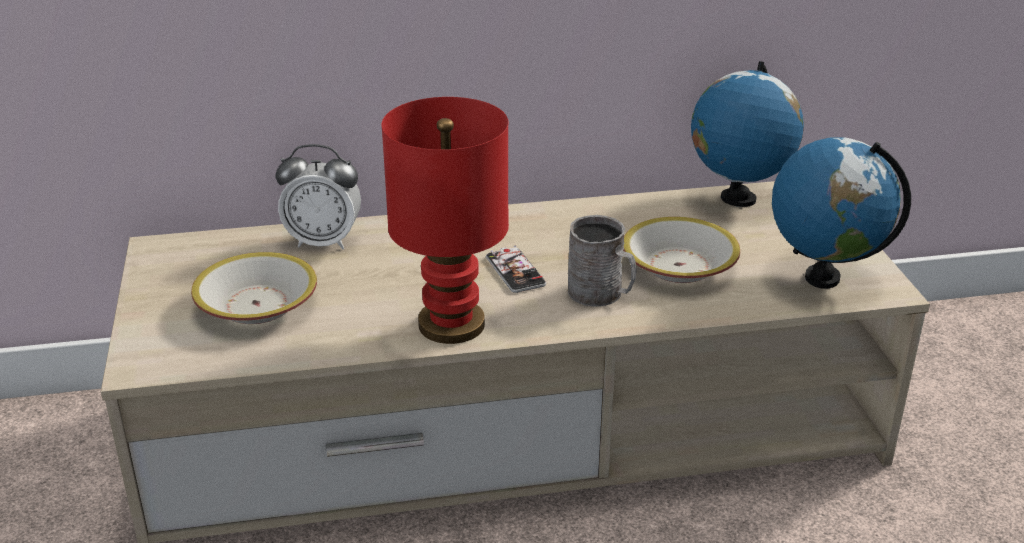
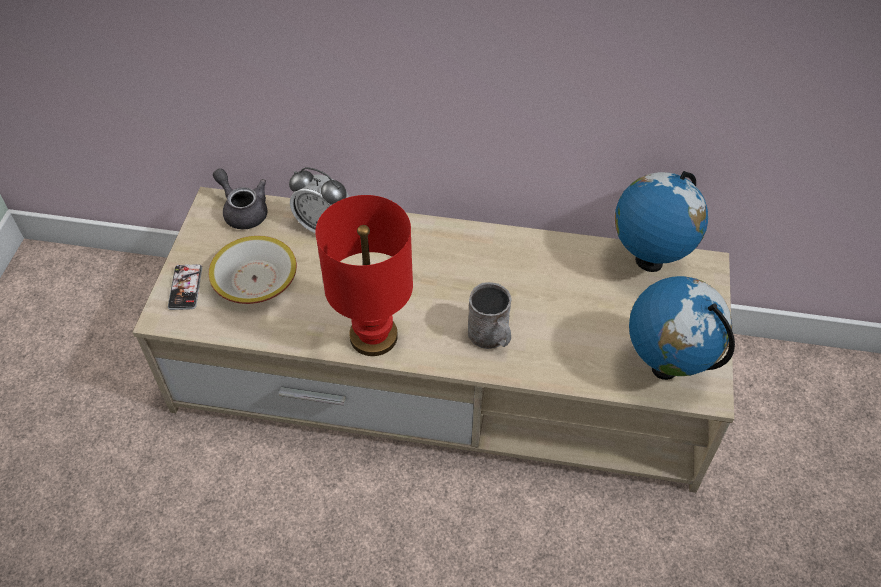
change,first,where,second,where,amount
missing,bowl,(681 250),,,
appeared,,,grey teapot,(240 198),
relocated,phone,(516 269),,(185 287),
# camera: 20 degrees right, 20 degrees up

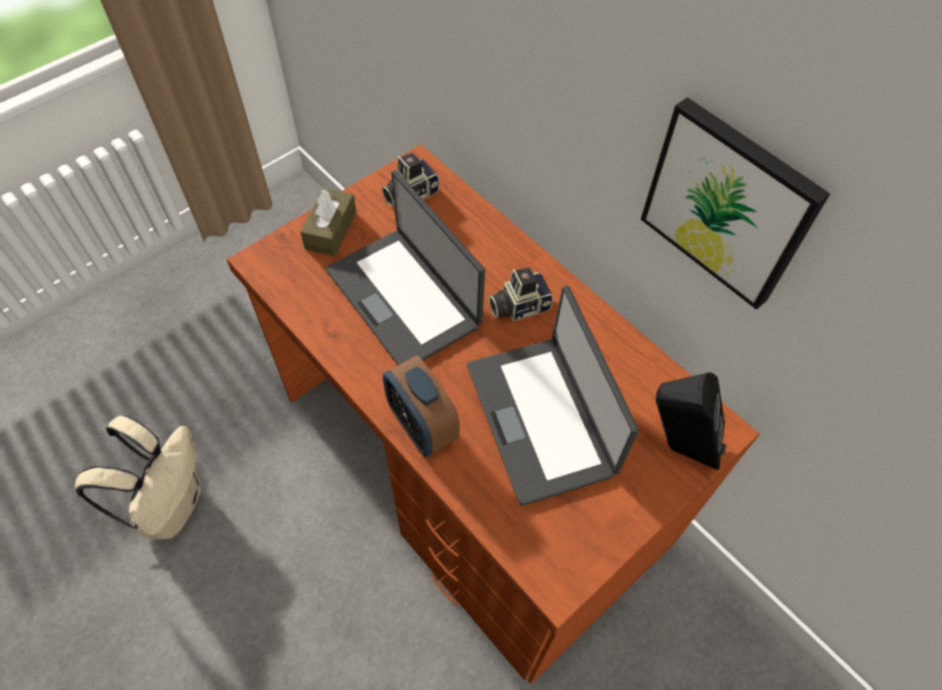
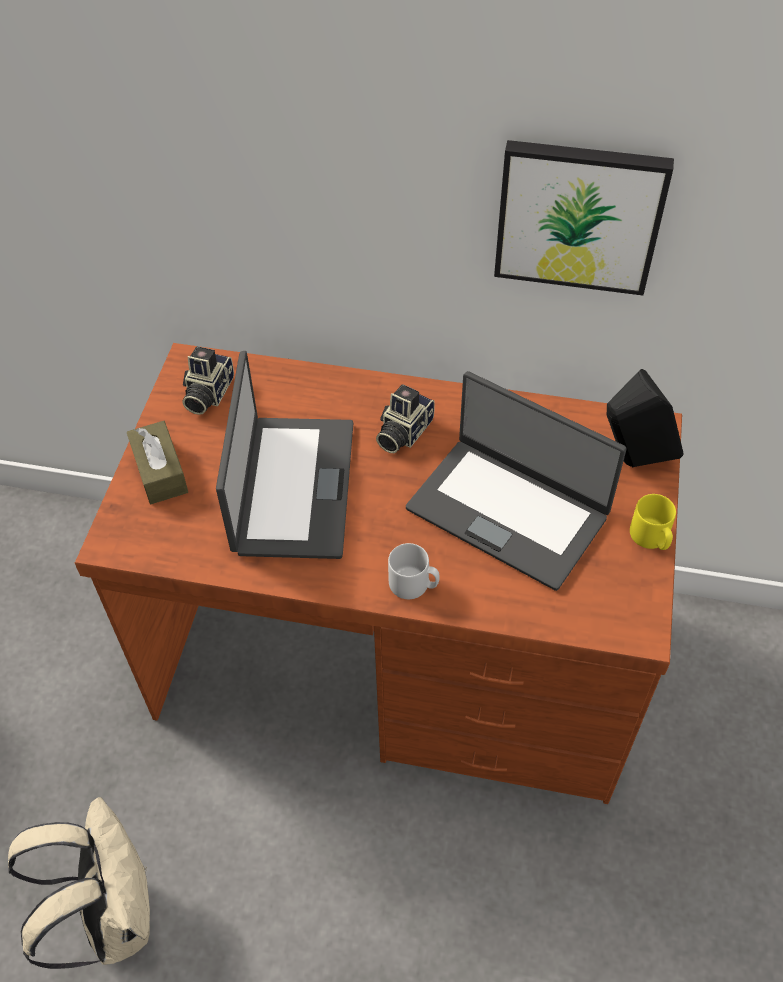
change,first,where,second,where,amount
appeared,,,yellow mug,(653 522),
exchanged,alarm clock,(421 406),grey mug,(414 571),
spun,laptop,(405 267),,(284 455),105 degrees counterclockwise
# camera: 35 degrees left, 5 degrees down

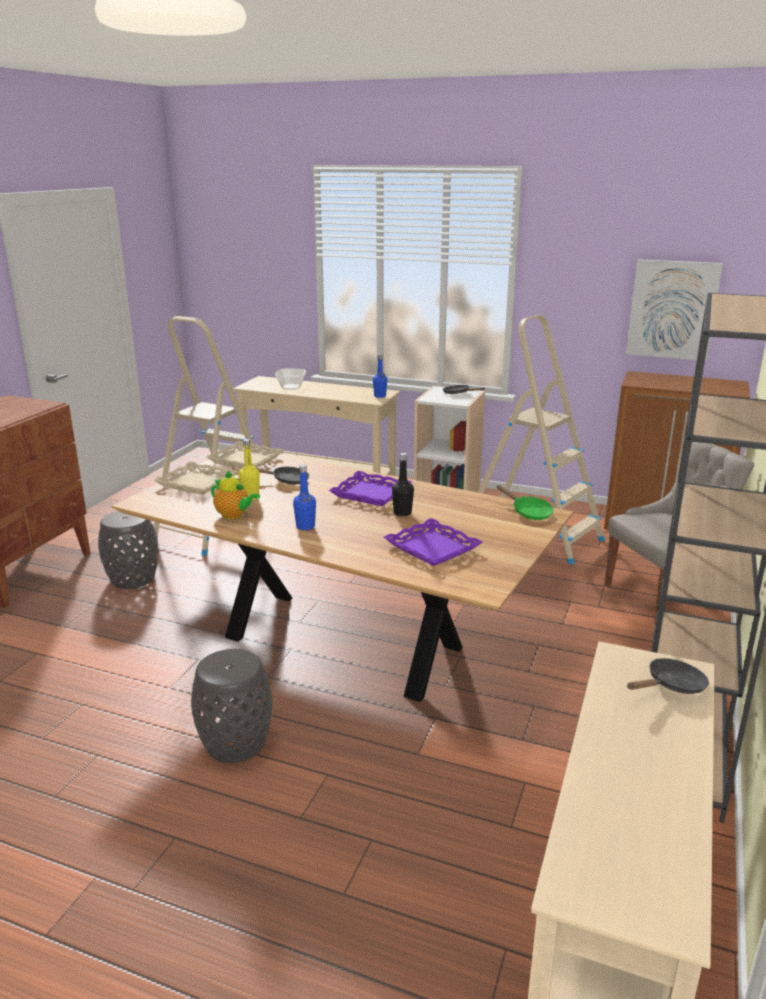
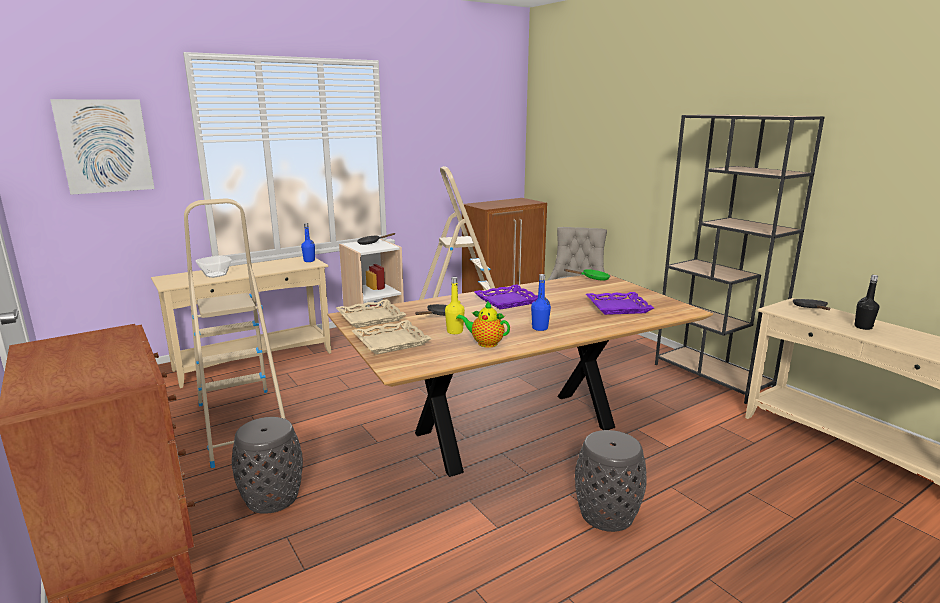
change,first,where,second,where,amount
relocated,black bottle,(403 484),,(867 302),
relocated,picture,(674 310),,(102 147),
spun,teapot,(235 495),,(483 324),135 degrees counterclockwise
# camera: 55 degrees left, 5 degrees down

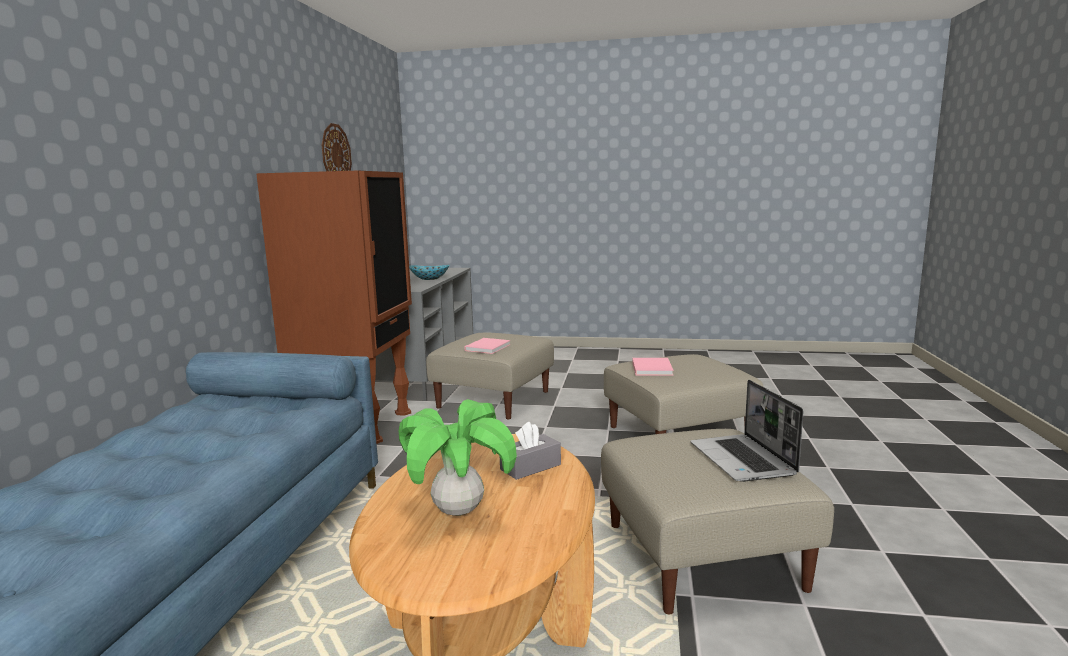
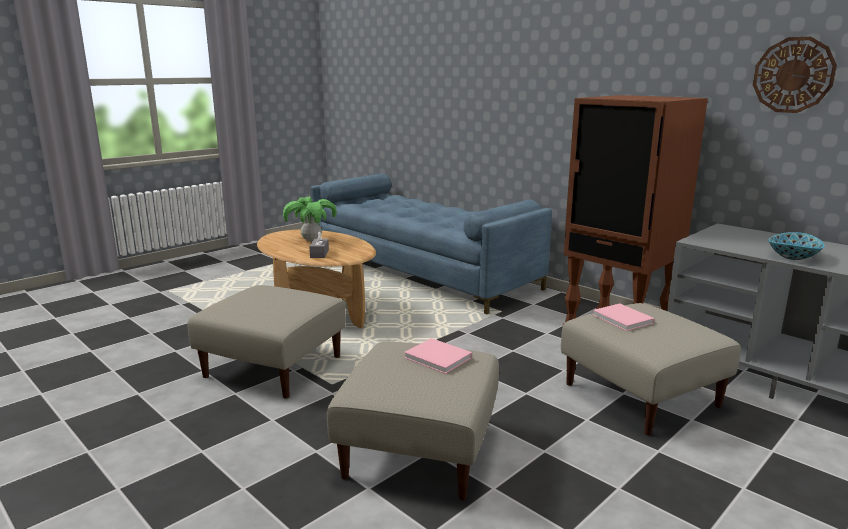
change,first,where,second,where,amount
missing,laptop,(746 431),,,
# camera: 125 degrees right, 5 degrees up

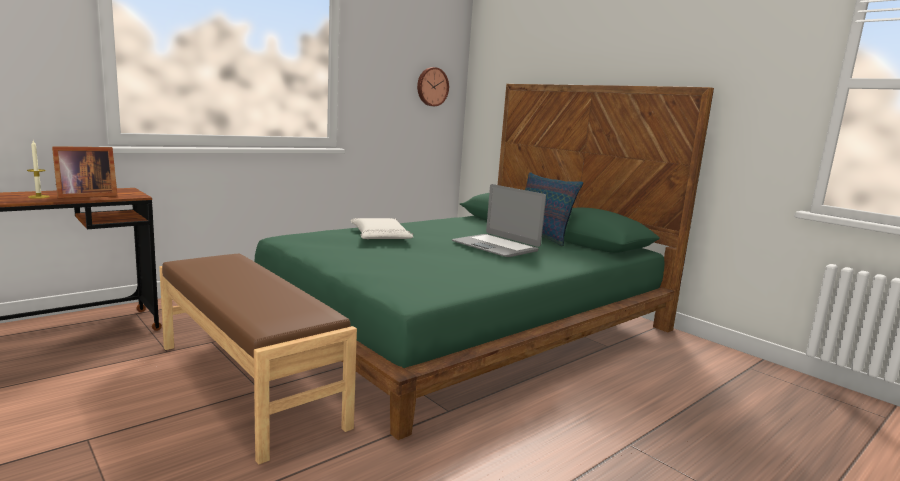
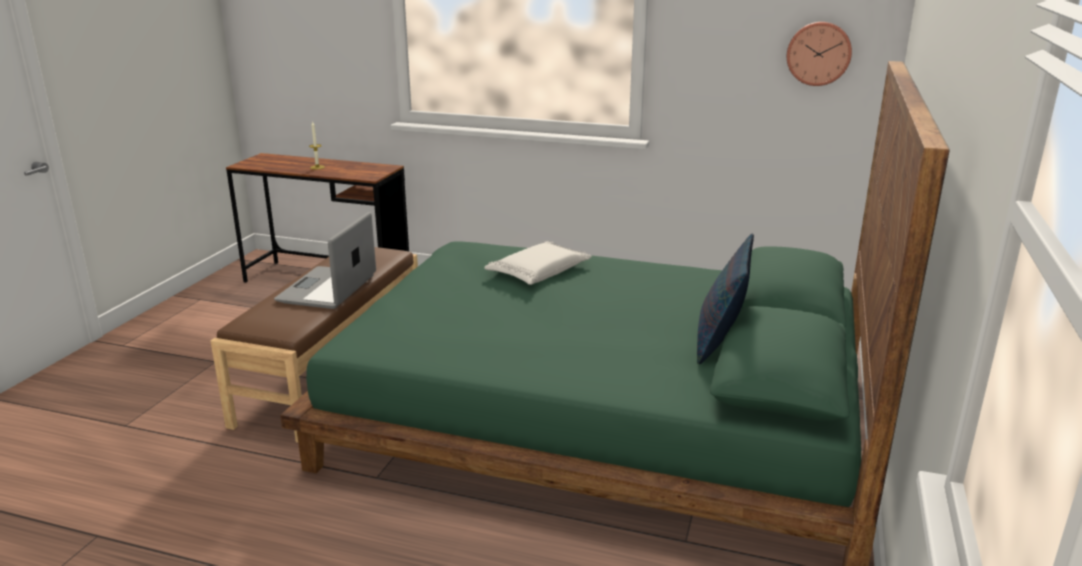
change,first,where,second,where,amount
missing,picture frame,(85 172),,,
relocated,laptop,(499 220),,(325 260),
# camera: 60 degrees right, 10 degrees up

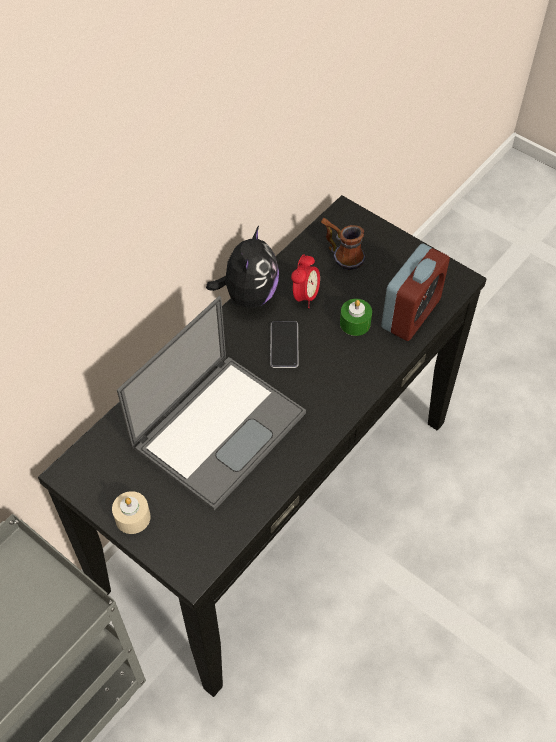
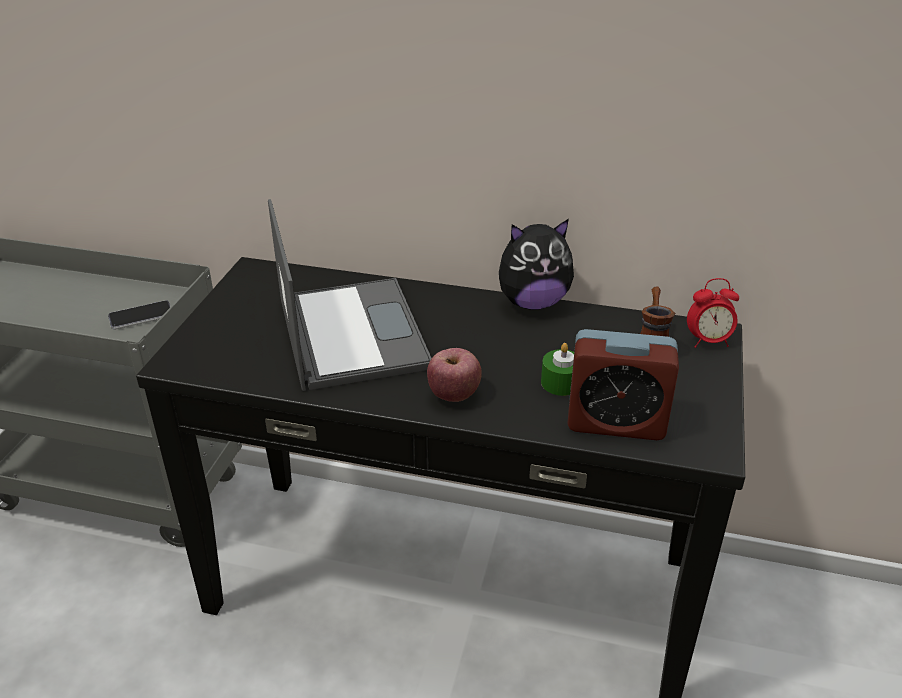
change,first,where,second,where,amount
missing,beige candle,(131 512),,,
appeared,,,apple,(454 375),
relocated,phone,(284 344),,(139 315),
relocated,alarm clock,(305 281),,(713 313),
spun,laptop,(211 403),,(349 295),120 degrees counterclockwise
# camera: 65 degrees right, 20 degrees down

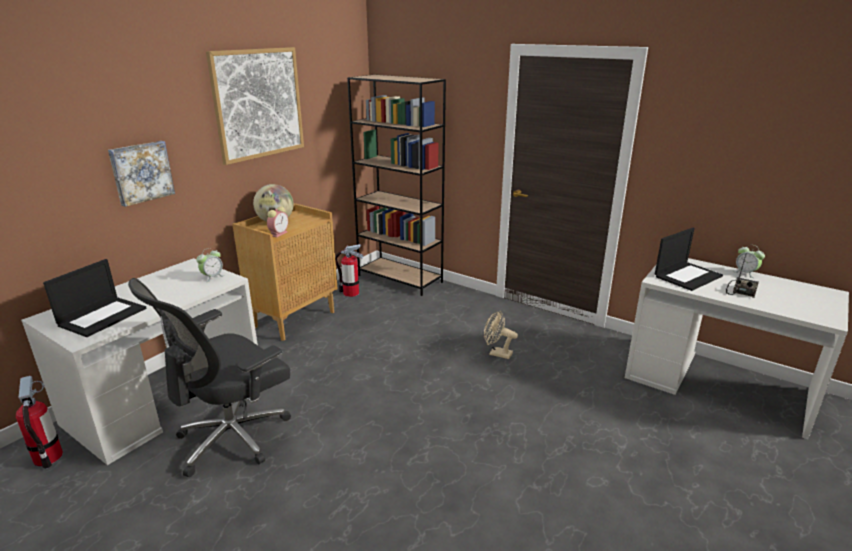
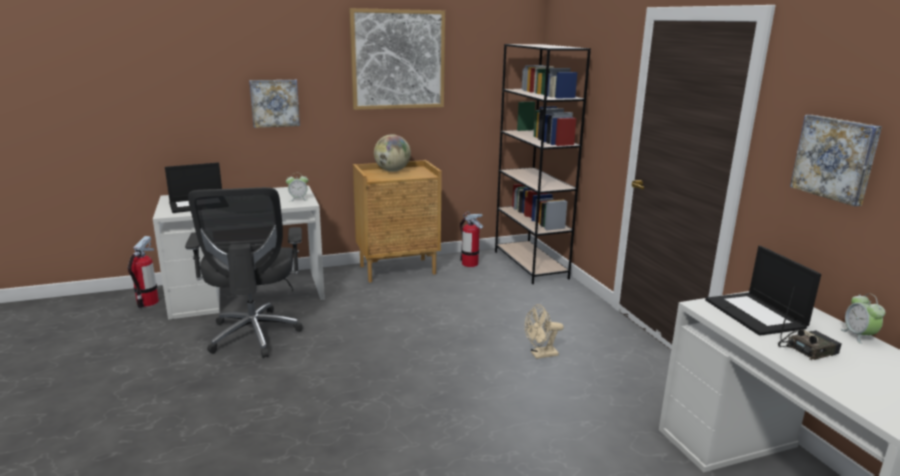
change,first,where,second,where,amount
missing,alarm clock,(277 221),,,
appeared,,,picture,(836 160),
spun,office chair,(209 377),,(243 272),90 degrees counterclockwise
spun,beige fan,(501 335),,(544 331),75 degrees counterclockwise
spun,laptop,(689 259),,(763 291),75 degrees clockwise
# camera: 35 degrees right, 5 degrees down

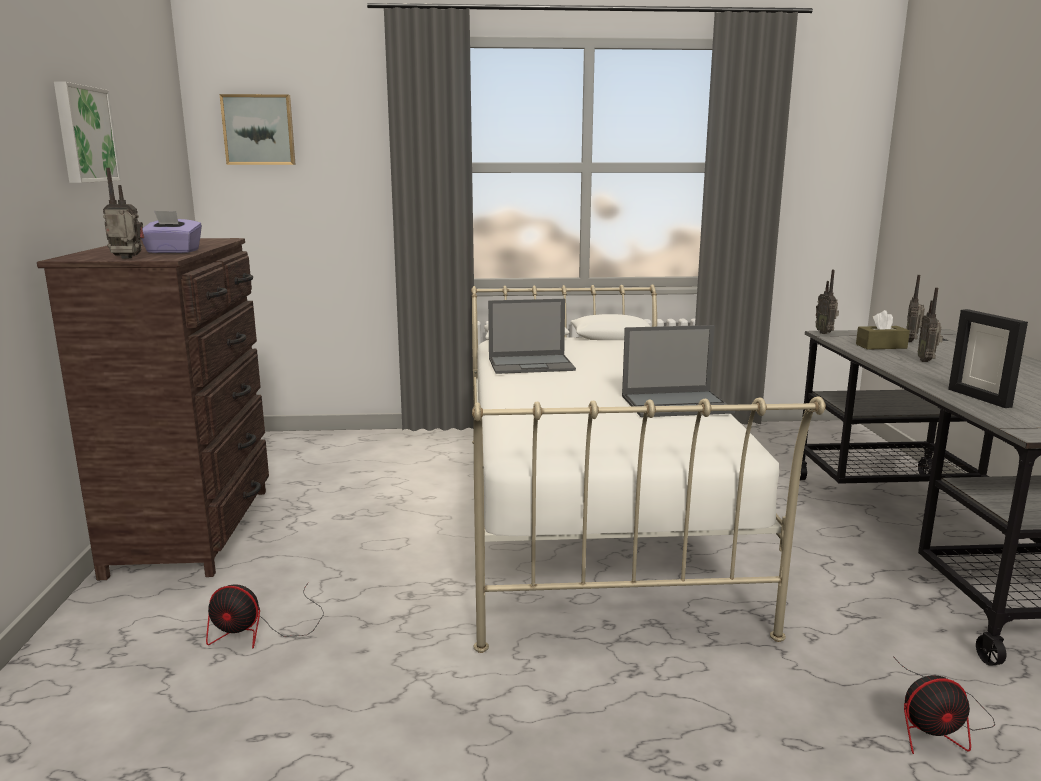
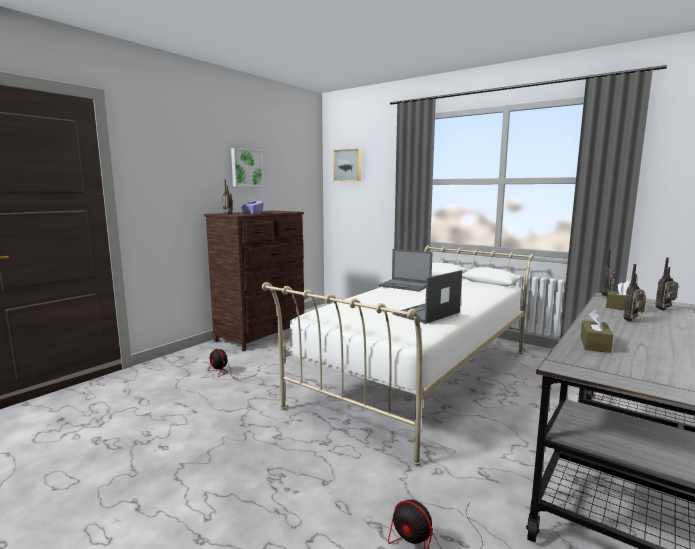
change,first,where,second,where,amount
exchanged,picture frame,(988 358),brown tissue box,(596 331),
spun,laptop,(678 371),,(427 297),105 degrees clockwise
# camera: 40 degrees right, 5 degrees down

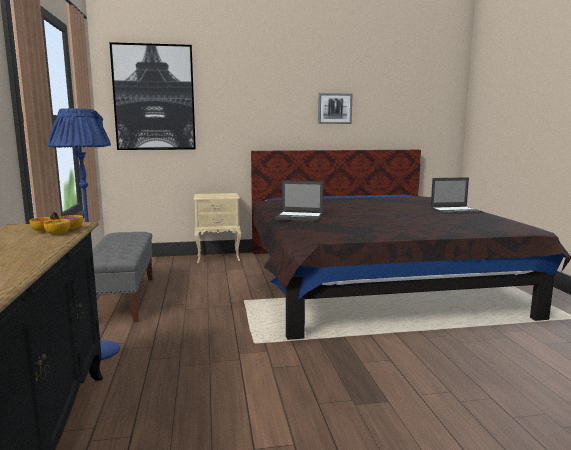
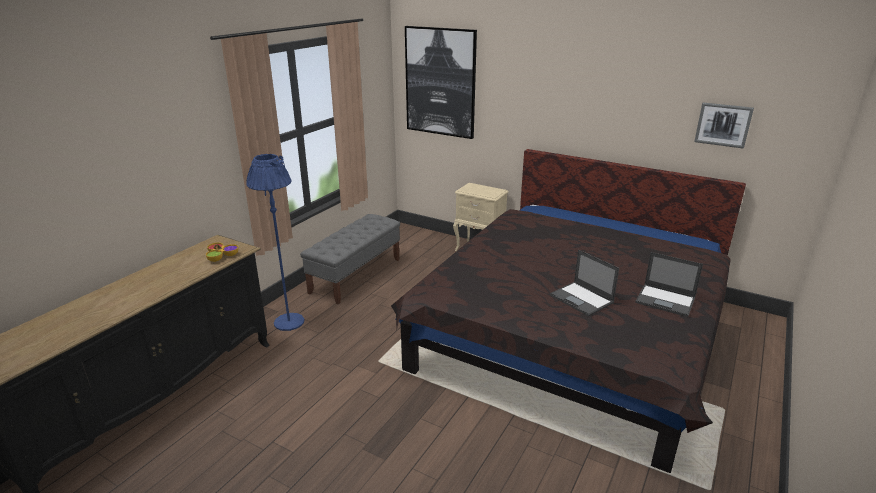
change,first,where,second,where,amount
relocated,laptop,(299 200),,(584 283),
relocated,picture,(335 108),,(724 125),
# camera: 40 degrees right, 15 degrees up

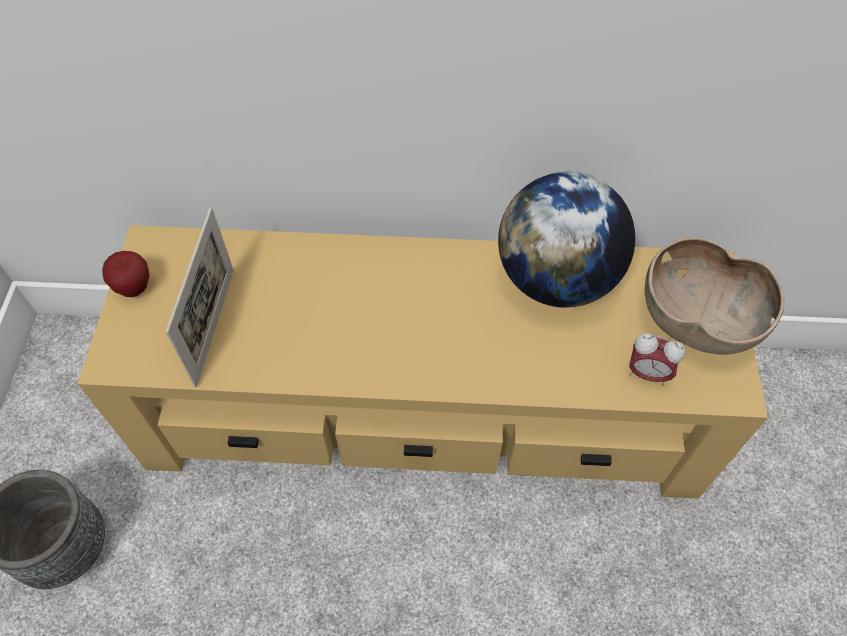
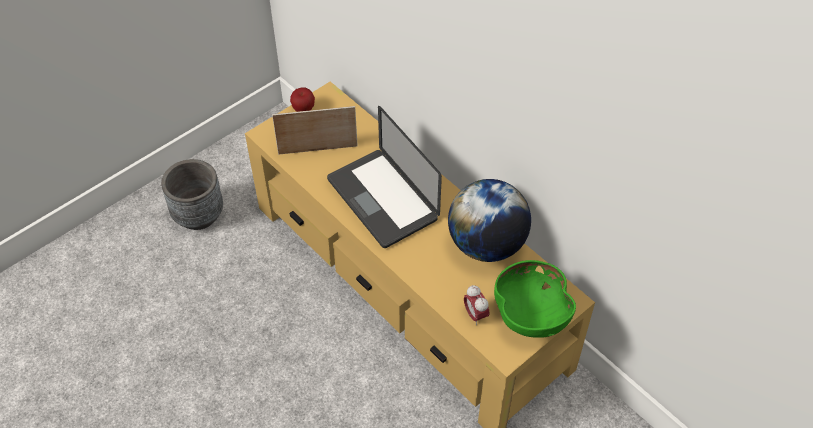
change,first,where,second,where,amount
appeared,,,laptop,(384 177),
colour,brown bowl,(715 296),green bowl,(535 299),
spun,picture frame,(199 297),,(315 130),150 degrees counterclockwise
# camera: 45 degrees right, 5 degrees down

